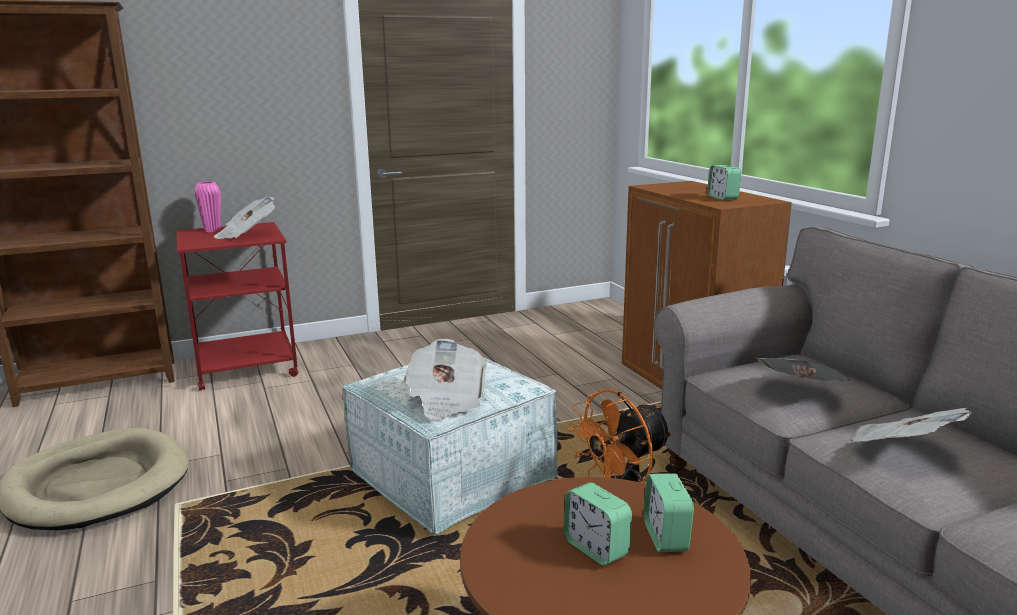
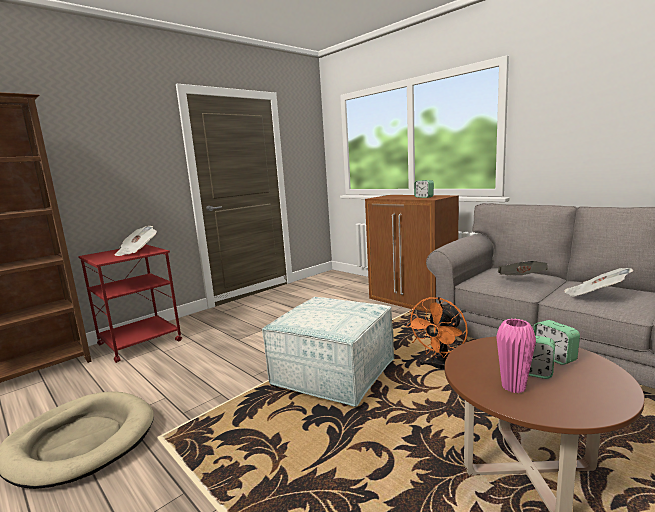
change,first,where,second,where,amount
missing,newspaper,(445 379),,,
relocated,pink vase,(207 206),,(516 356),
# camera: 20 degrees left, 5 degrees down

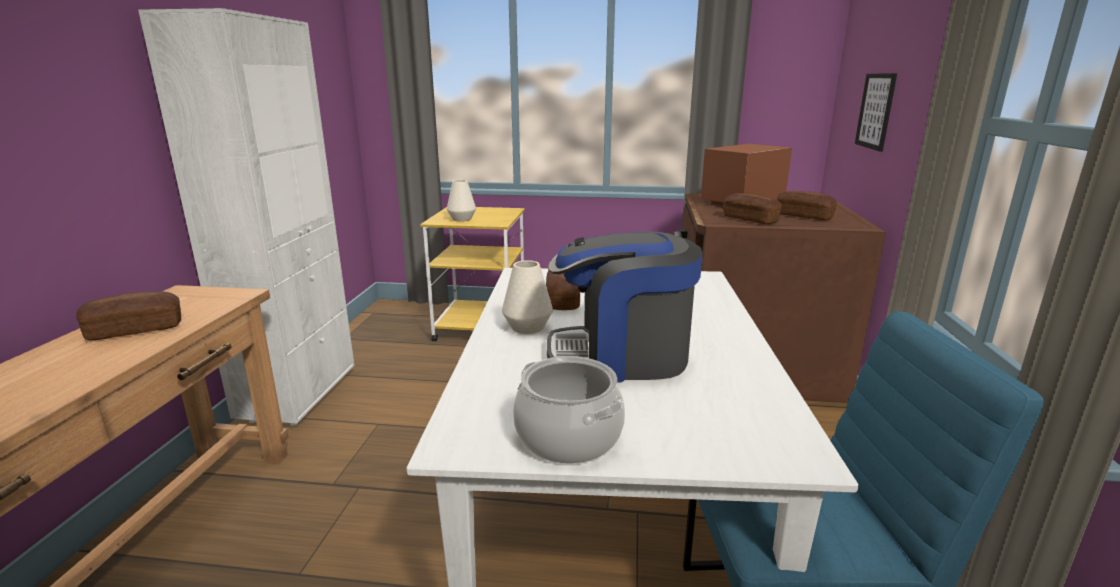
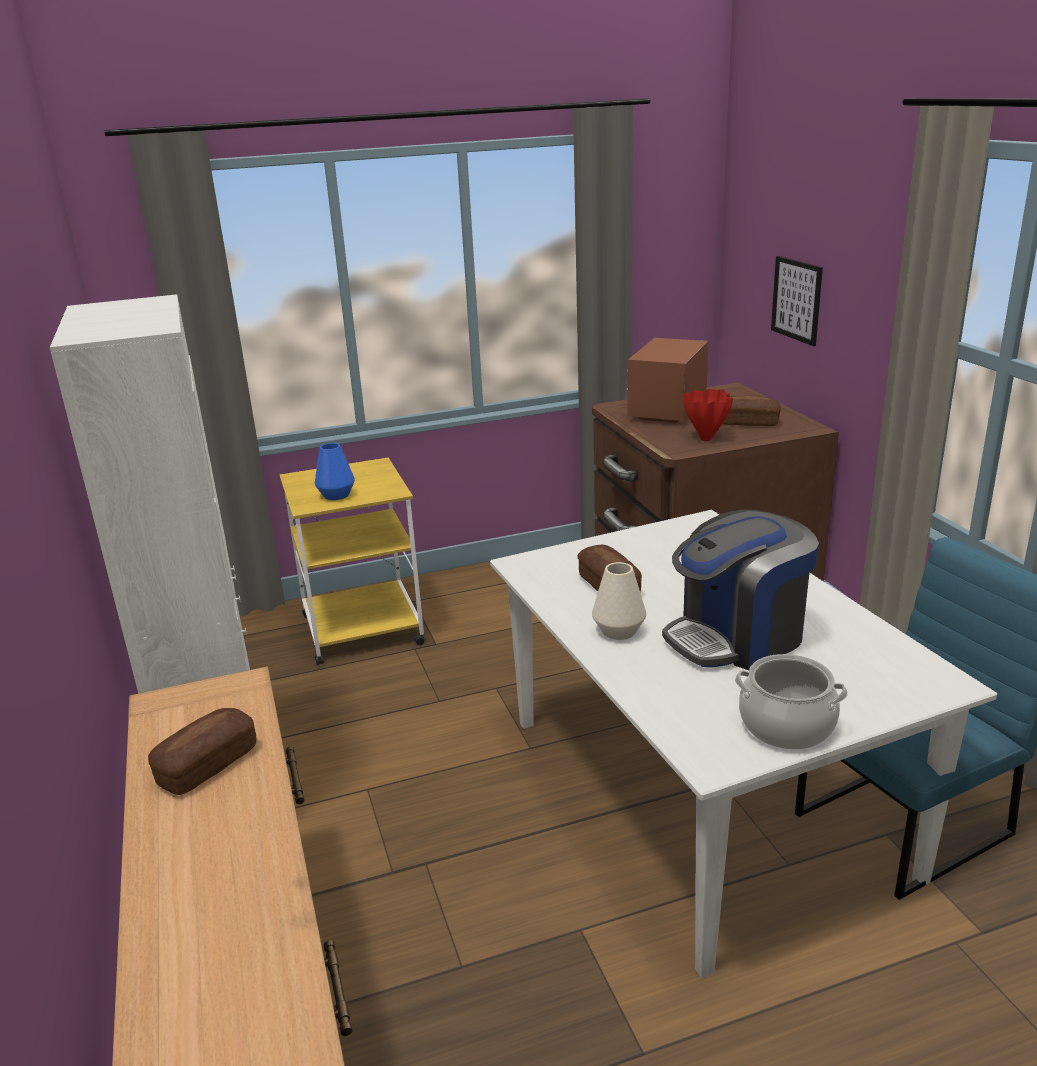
change,first,where,second,where,amount
exchanged,bread,(752 208),red vase,(708 415),
colour,white vase,(461 201),blue vase,(335 471),
# camera: 25 degrees left, 5 degrees up

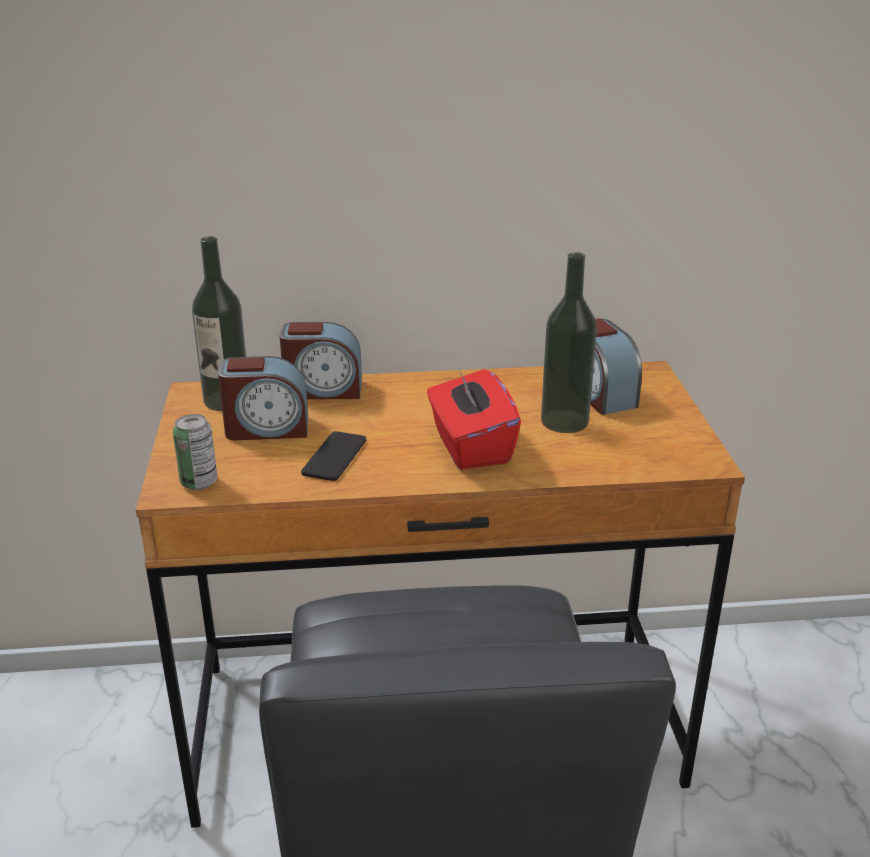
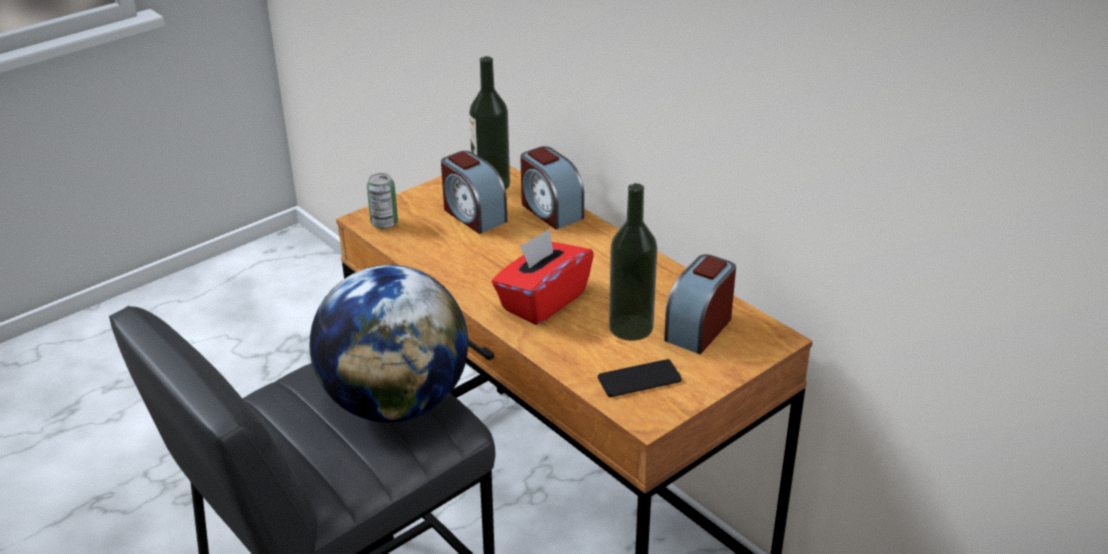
change,first,where,second,where,amount
appeared,,,globe,(389 343),
relocated,phone,(333 456),,(640 378),
# camera: 55 degrees right, 5 degrees up

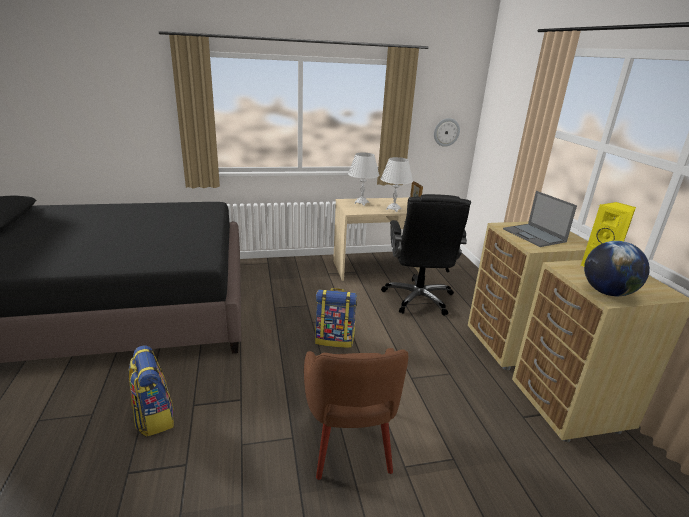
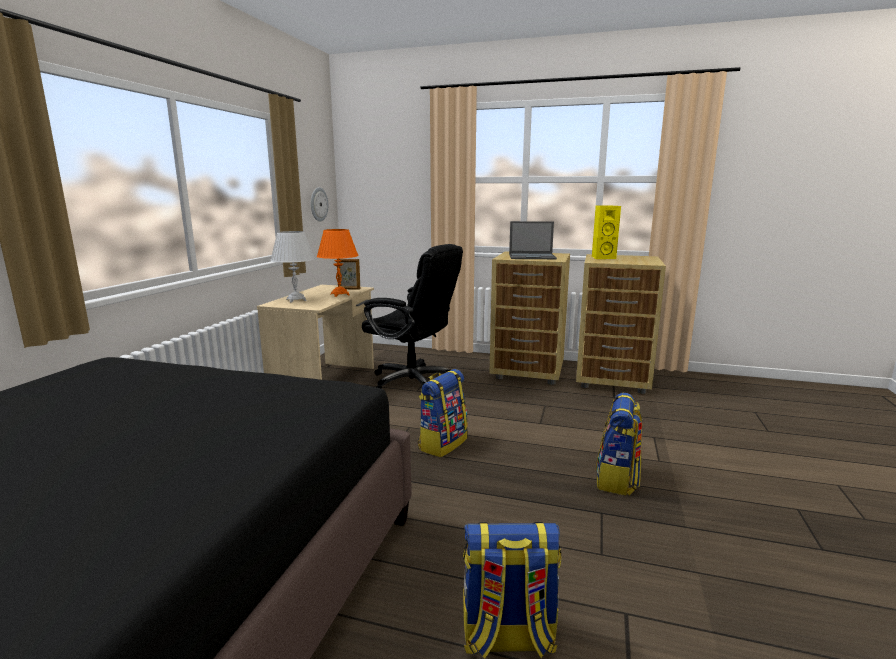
change,first,where,second,where,amount
missing,globe,(617 268),,,
exchanged,brown armchair,(356 414),backpack,(619 444),
colour,white table lamp,(397 184),orange table lamp,(338 263),
# camera: 60 degrees left, 10 degrees down

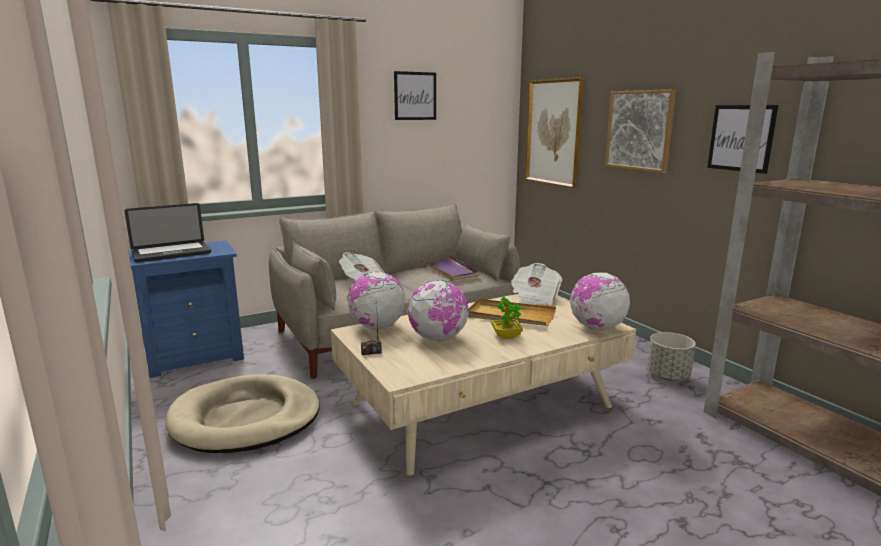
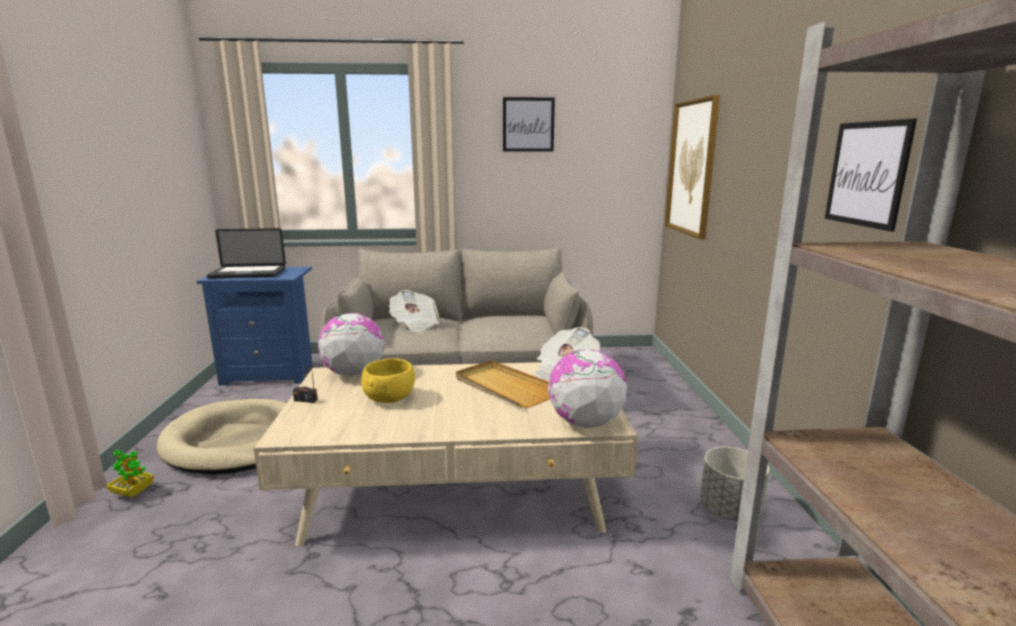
change,first,where,second,where,amount
missing,purple tray,(450 268),,,
missing,picture,(640 131),,,
relocated,potted plant,(507 317),,(130 474),
exchanged,globe,(438 310),yellow bowl,(388 380),
# camera: 25 degrees right, 0 degrees up

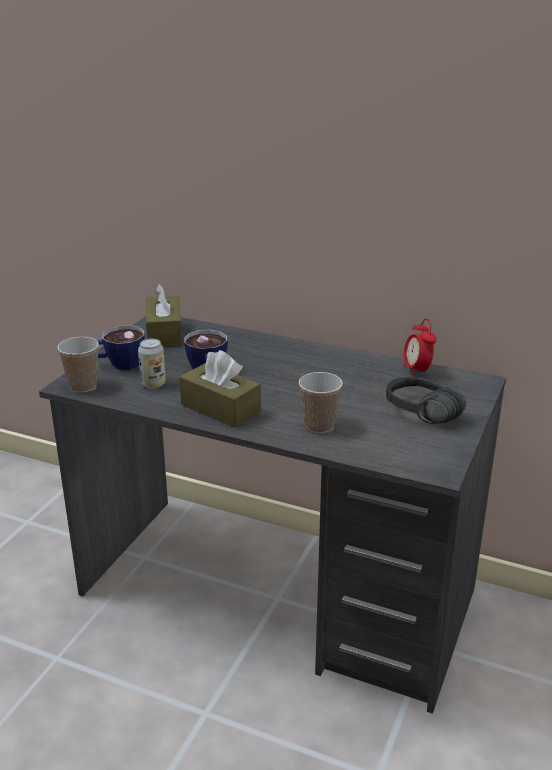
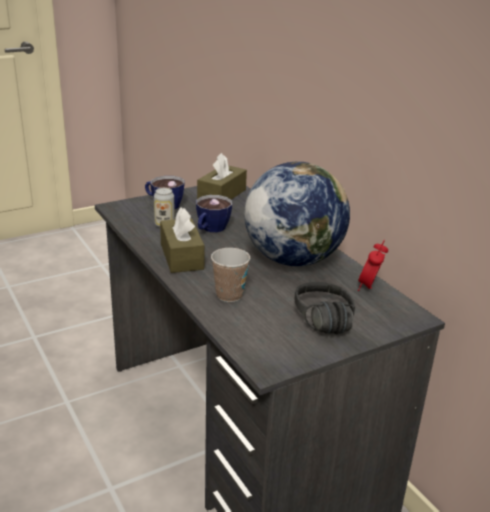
change,first,where,second,where,amount
missing,cup,(78 365),,,
appeared,,,globe,(297 214),
# camera: 35 degrees right, 0 degrees up

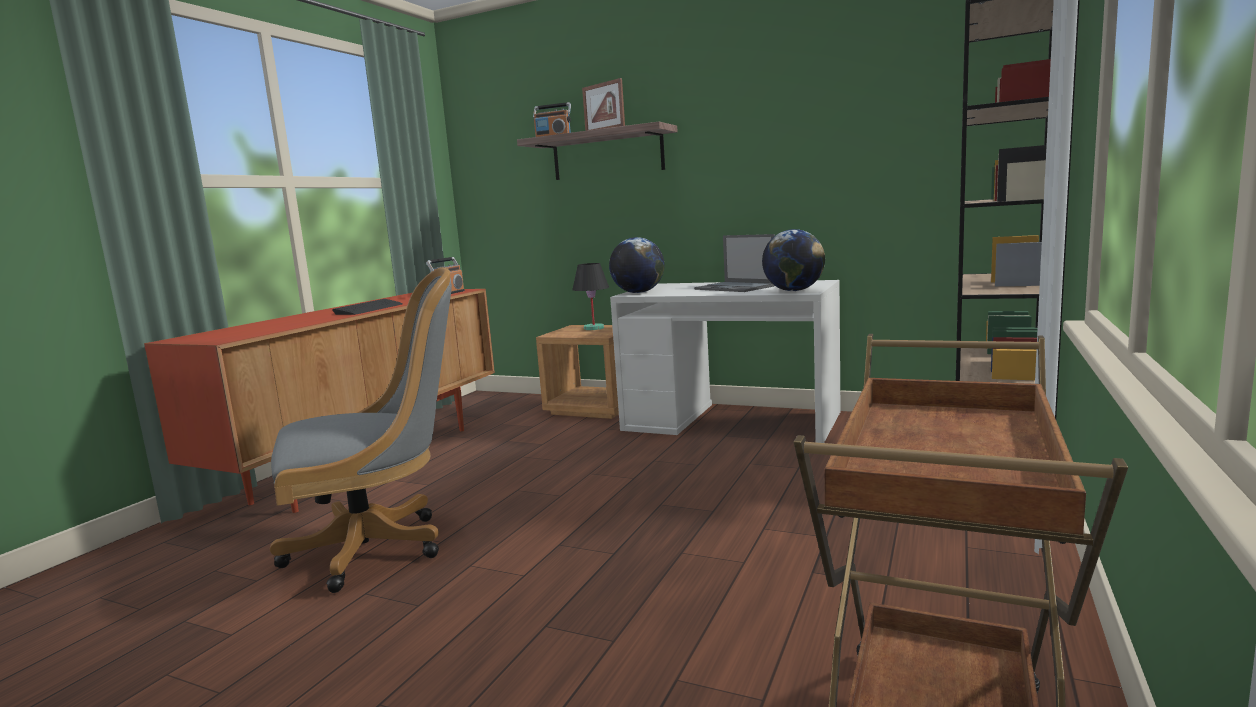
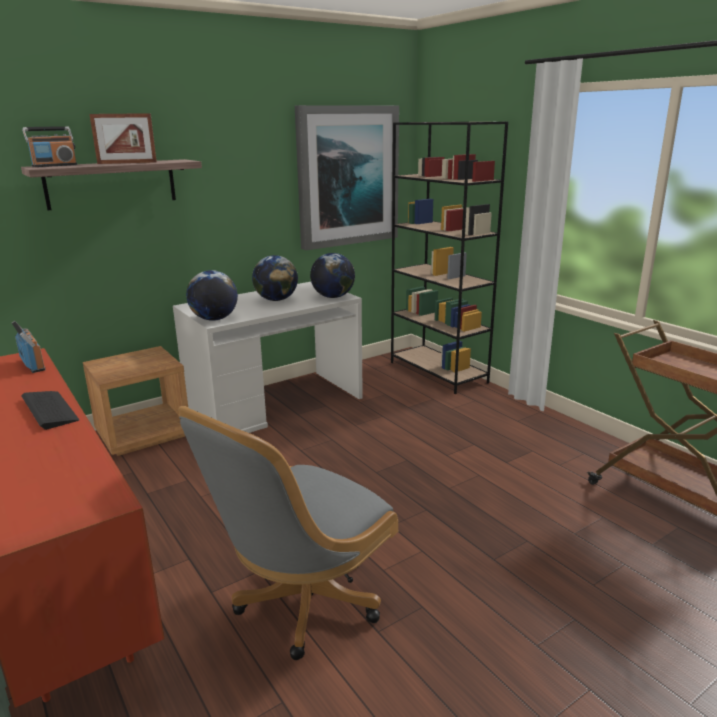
change,first,where,second,where,amount
missing,black table lamp,(590 296),,,
appeared,,,picture,(347 177),
exchanged,laptop,(734 263),globe,(275 278),
spun,grey office chair,(361 430),,(288 533),150 degrees counterclockwise
# camera: 60 degrees left, 10 degrees up

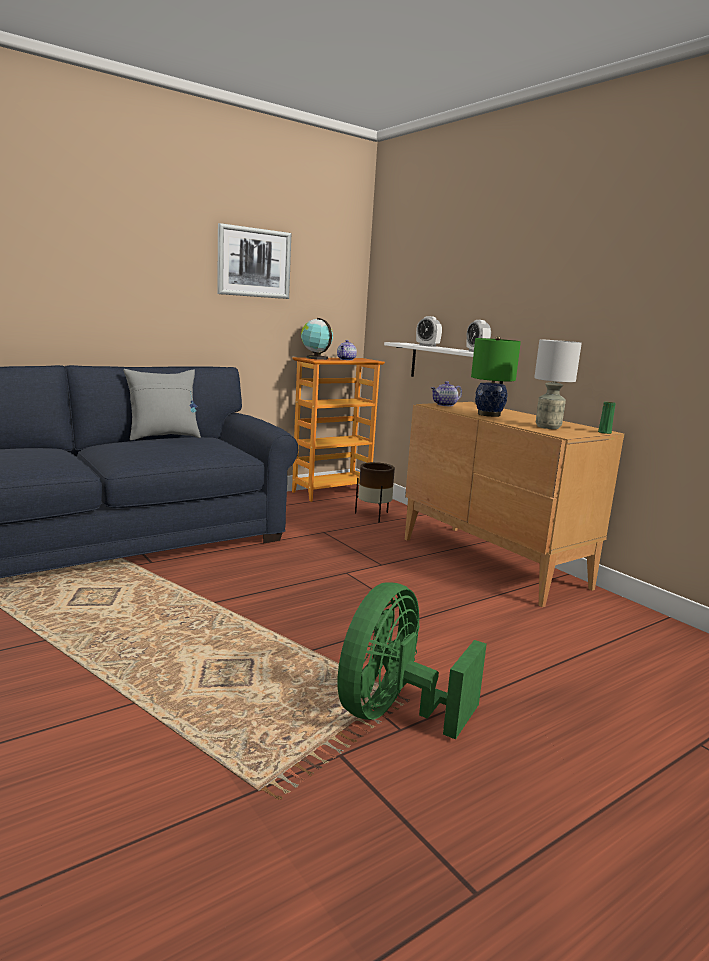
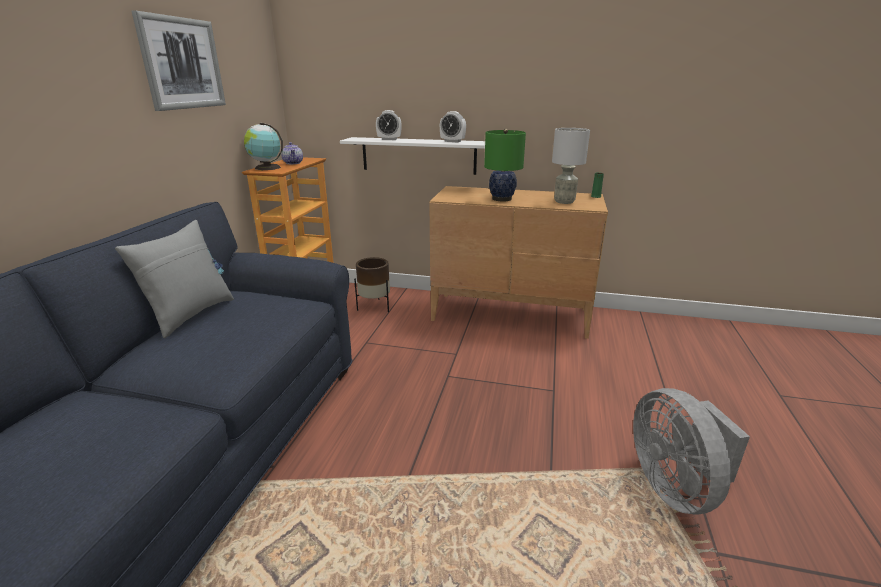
change,first,where,second,where,amount
missing,teapot,(446 393),,,
colour,green fan,(412 660),grey fan,(691 451),
# camera: 40 degrees left, 10 degrees up

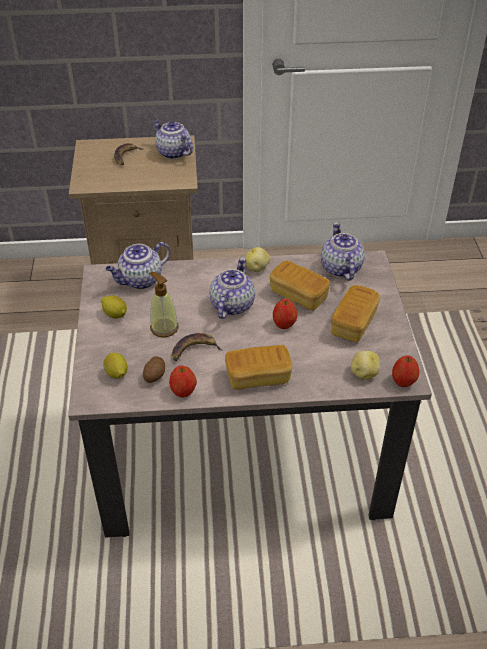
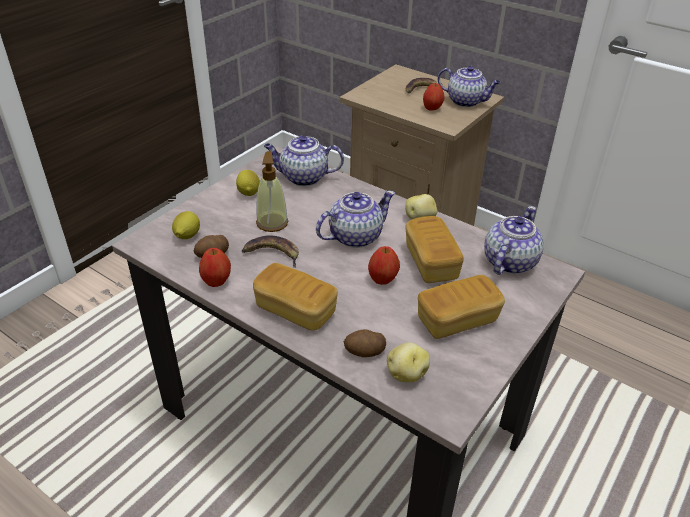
change,first,where,second,where,amount
appeared,,,potato,(365 343),
relocated,apple,(405 371),,(433 97),
spun,teapot,(173 139),,(469 86),120 degrees clockwise
# camera: 40 degrees right, 5 degrees down

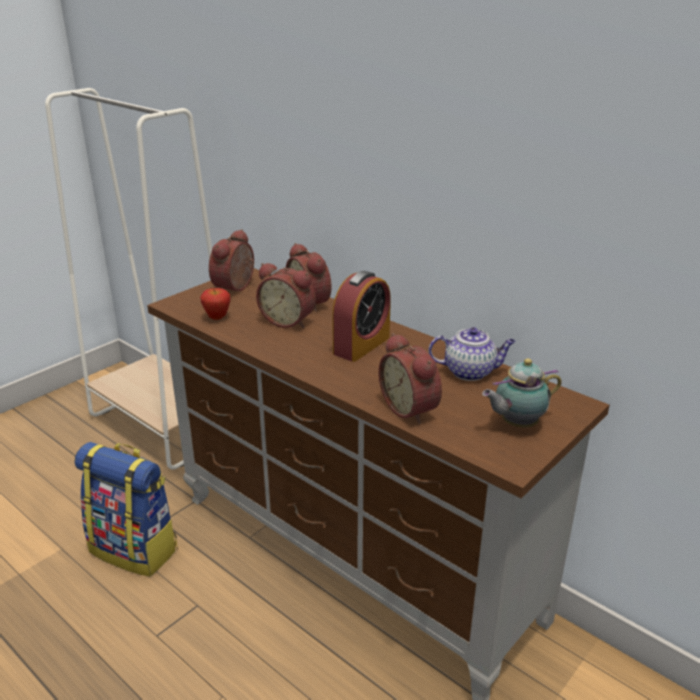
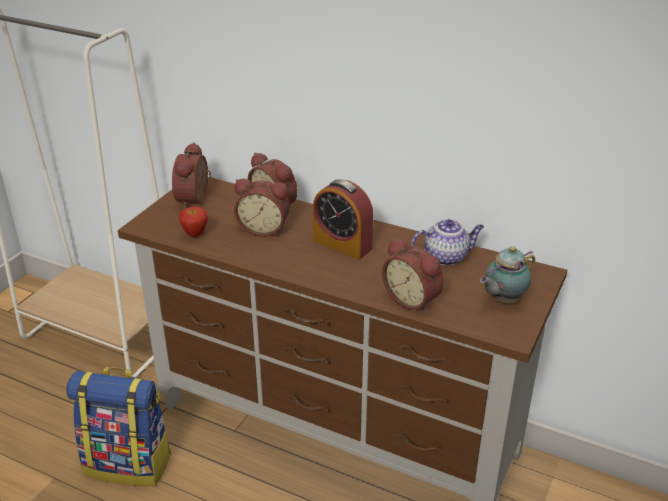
change,first,where,second,where,amount
spun,alarm clock,(361 316),,(343 219),105 degrees clockwise
# camera: 15 degrees left, 5 degrees up

